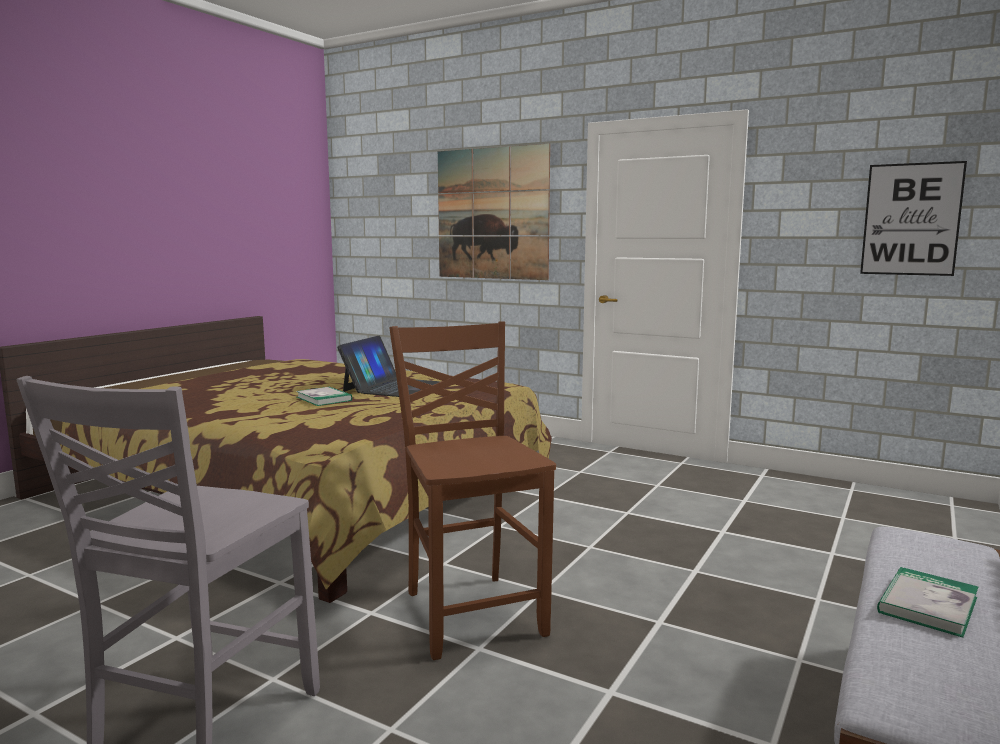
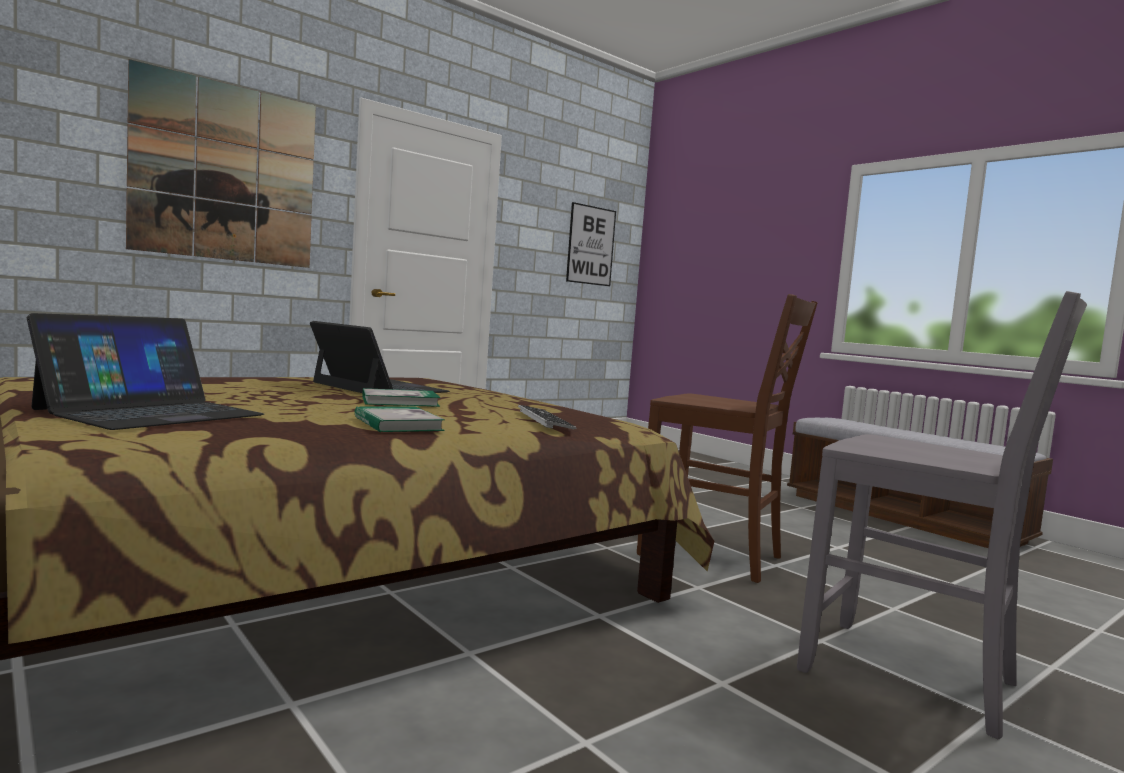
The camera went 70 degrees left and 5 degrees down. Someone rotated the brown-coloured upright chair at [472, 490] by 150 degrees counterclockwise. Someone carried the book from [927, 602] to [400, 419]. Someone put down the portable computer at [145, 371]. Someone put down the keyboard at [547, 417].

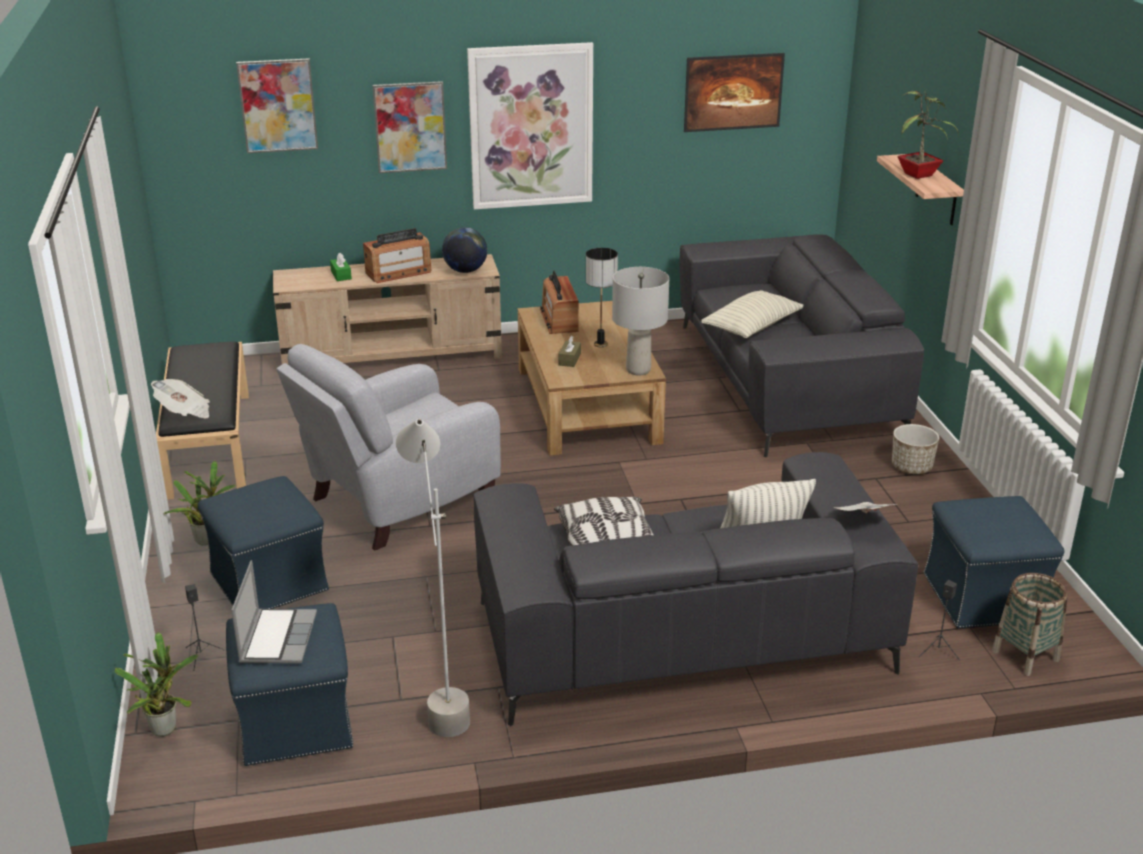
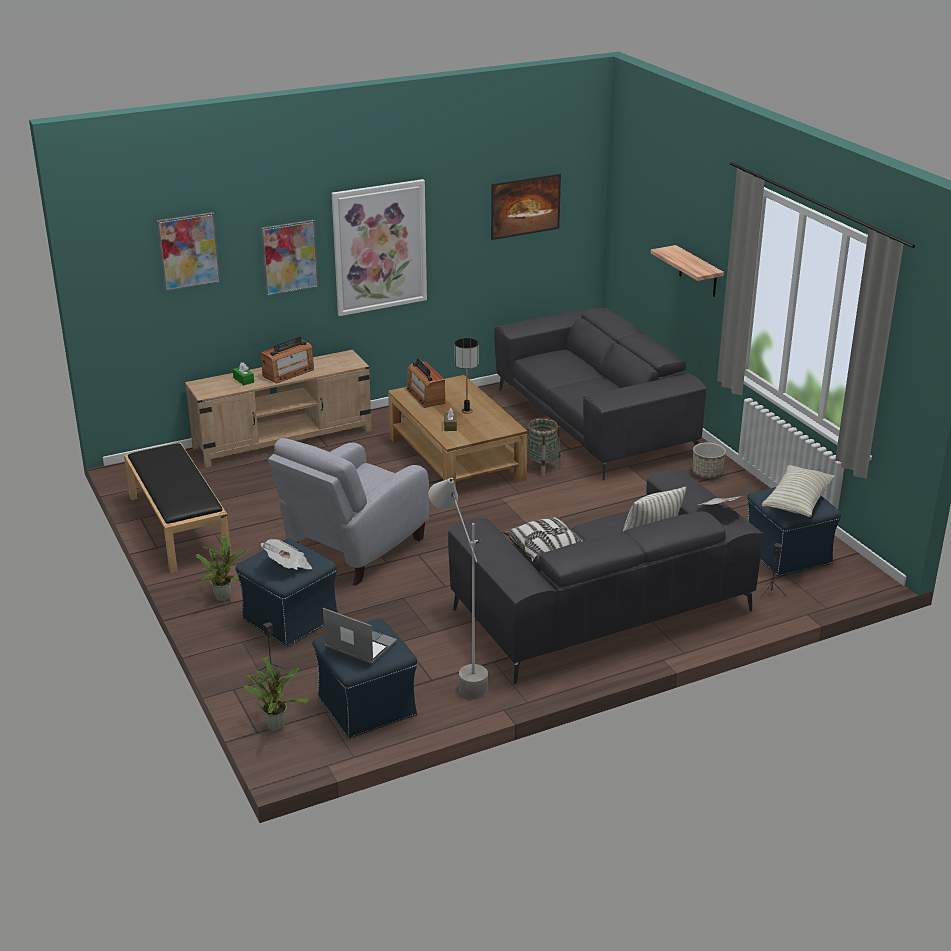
The camera went 15 degrees left and 0 degrees up. Someone carried the printed paper from [180, 398] to [286, 554]. Someone rotated the portable computer at [274, 611] by 45 degrees counterclockwise. Someone took away the world globe at [464, 250]. Someone took away the grey lamp for a table at [640, 321]. Someone carried the cushion from [752, 314] to [798, 491]. Someone took away the plant in a pot at [928, 134]. Someone carried the basket from [1030, 624] to [544, 447].

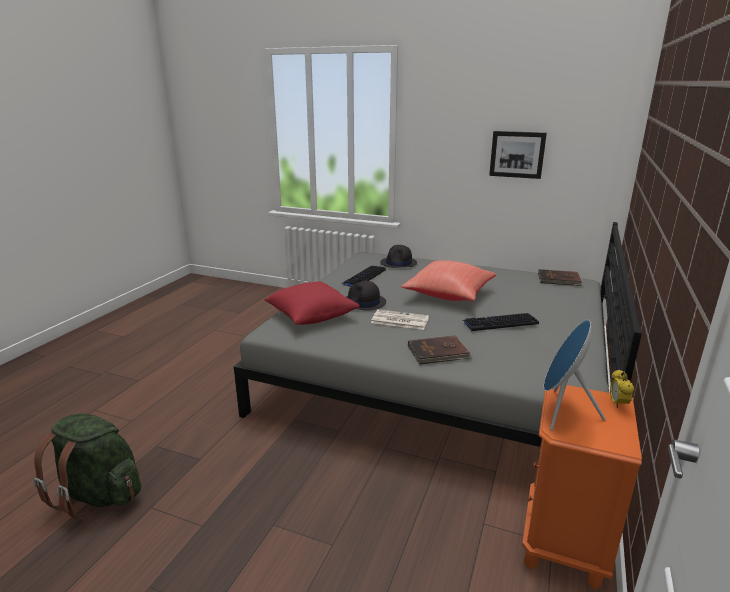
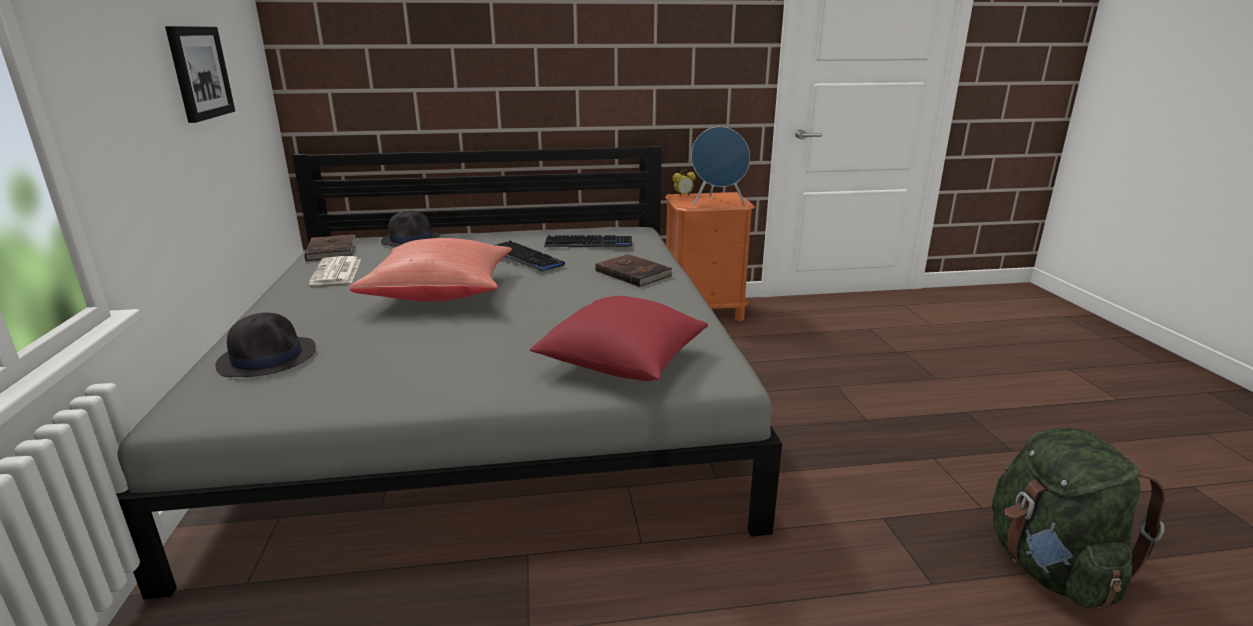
The camera went 120 degrees left and 0 degrees up. Someone carried the keyboard from [364, 276] to [588, 241]. Someone carried the black clothing hat from [366, 295] to [411, 228]. Someone carried the printed paper from [400, 319] to [335, 270].

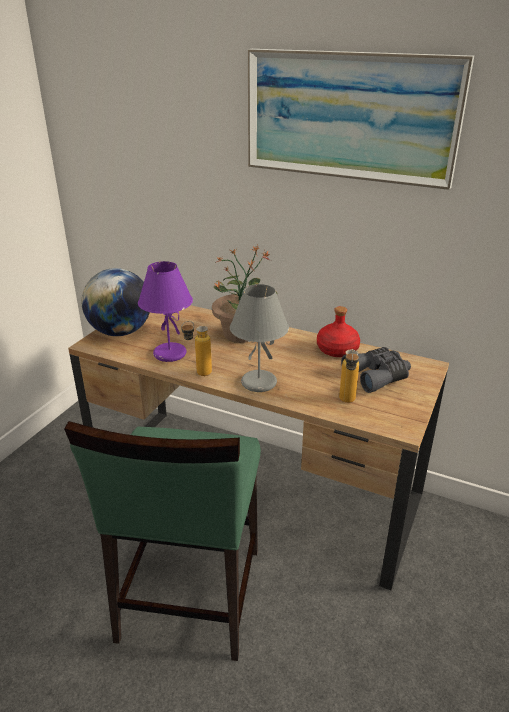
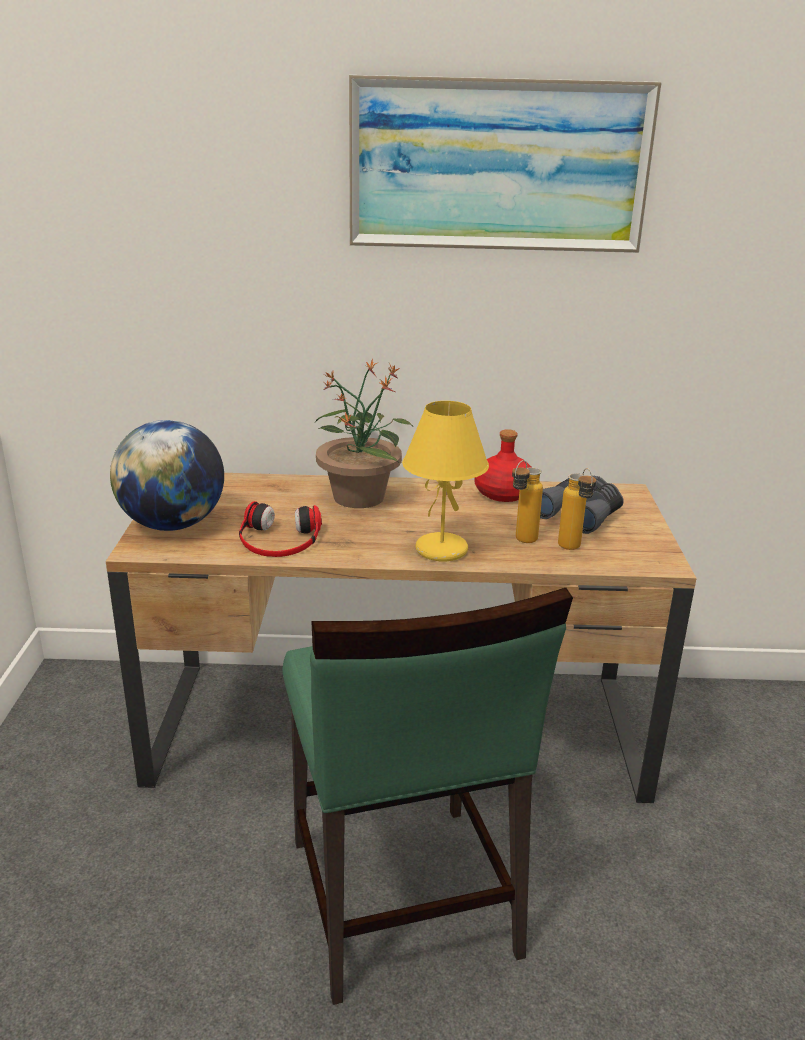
The camera went 25 degrees left and 5 degrees down. Someone swapped the purple-coloured lamp for a table at [165, 311] for the headset at [280, 529]. Someone carried the beverage bottle from [196, 348] to [527, 501]. Someone repainted the grey lamp for a table at [259, 338], which became the yellowish lamp for a table at [445, 481].

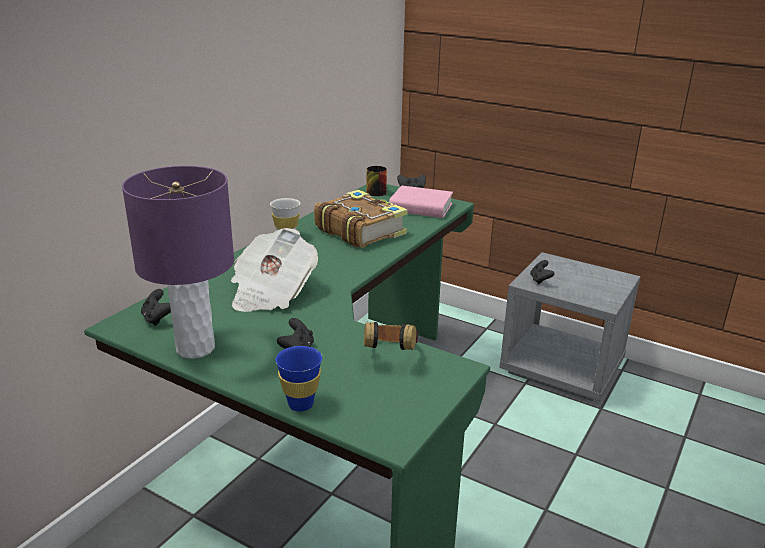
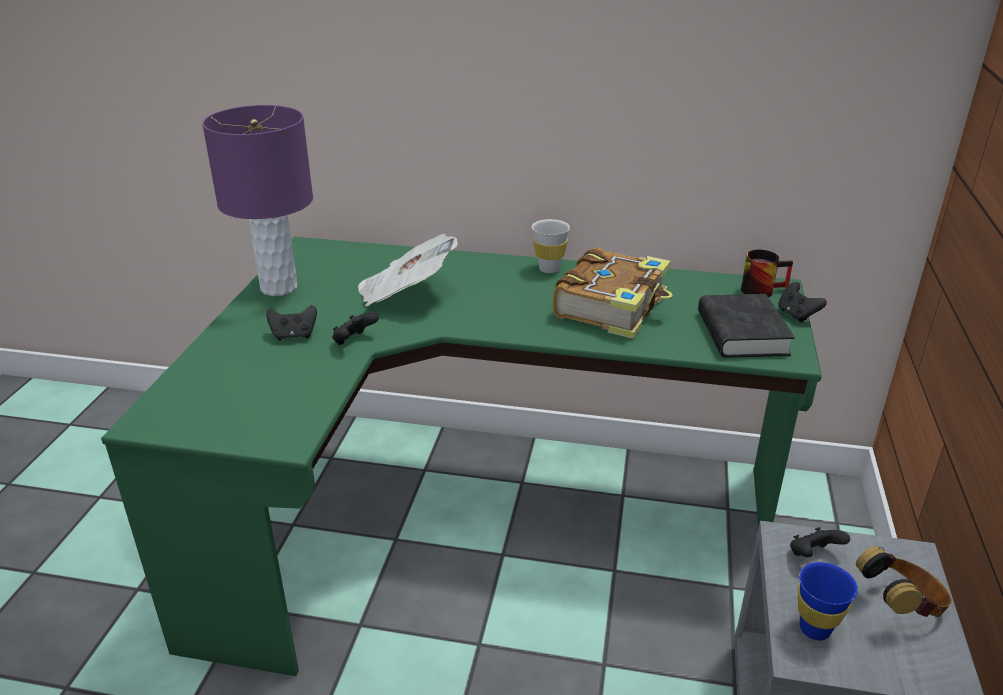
The camera went 70 degrees right and 5 degrees up. Someone carried the black joypad from [156, 307] to [355, 328]. Someone carried the blue small cup from [299, 379] to [828, 601]. Someone carried the headset from [391, 336] to [904, 581]. Someone repainted the pink-coloured book at [421, 202], which became the black book at [746, 326].

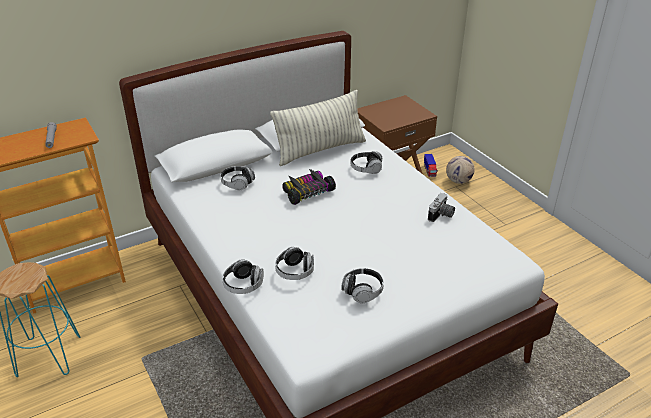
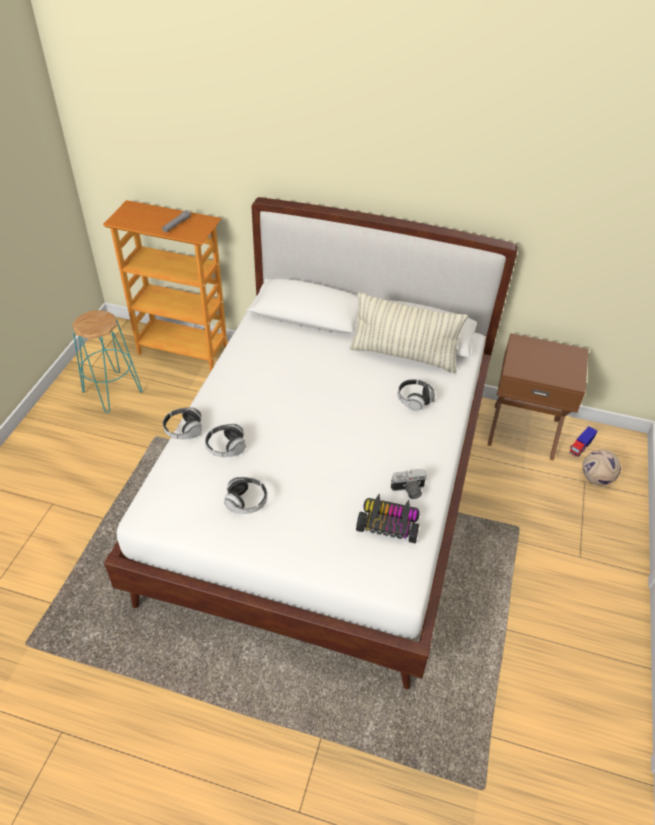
The camera went 45 degrees right and 10 degrees up. Someone took away the headset at [237, 178]. Someone carried the miniature car from [309, 187] to [388, 518].

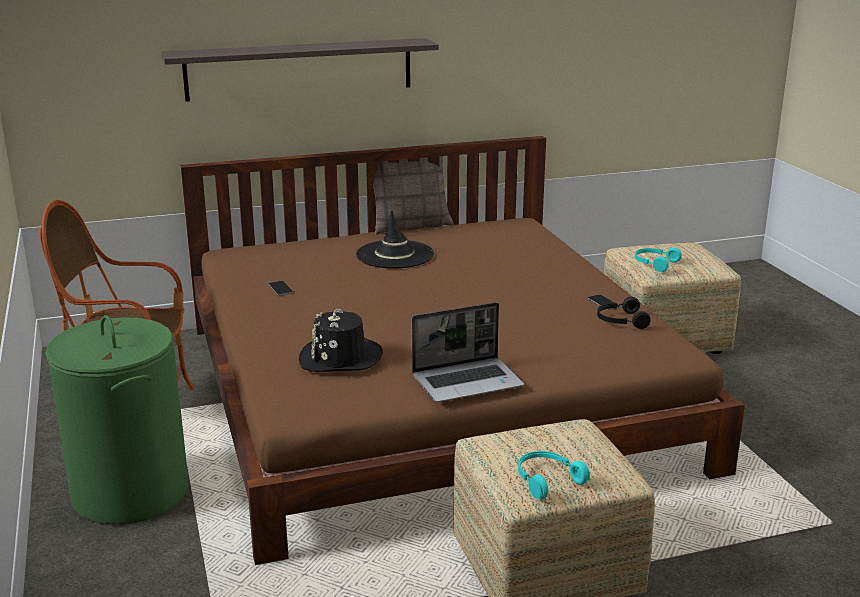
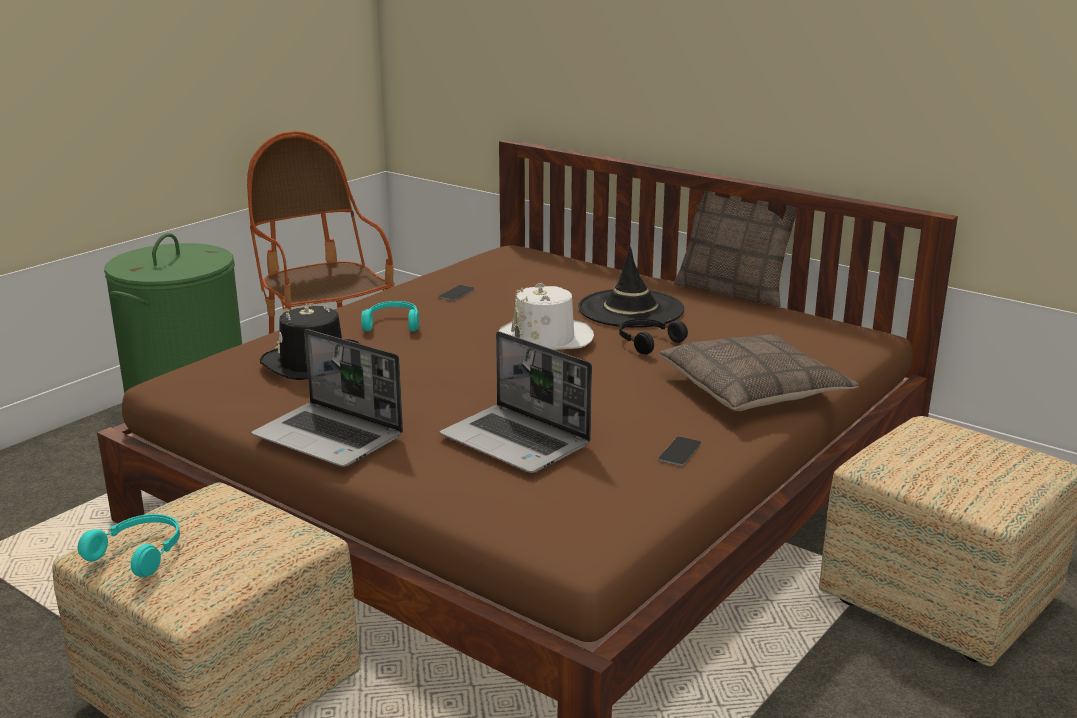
The camera went 55 degrees right and 0 degrees up. Someone took away the wall shelf at [300, 70]. Someone carried the black headset from [624, 313] to [653, 336]. Someone carried the turquoise headset from [658, 259] to [390, 316]. Someone put down the portable computer at [516, 402]. Someone put down the white clothing hat at [546, 316]. Someone put down the cushion at [759, 372].

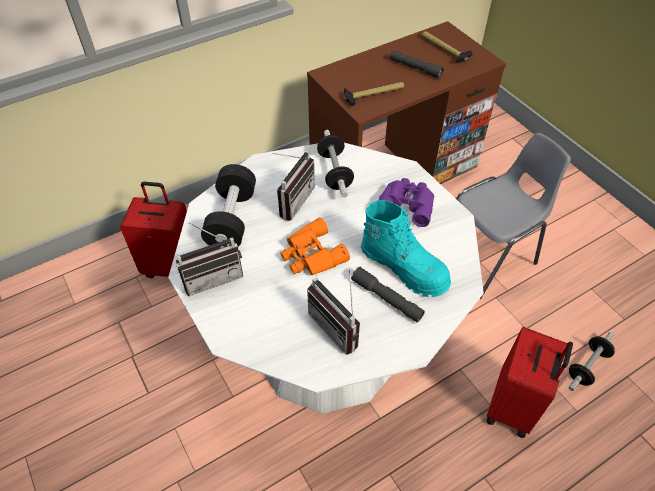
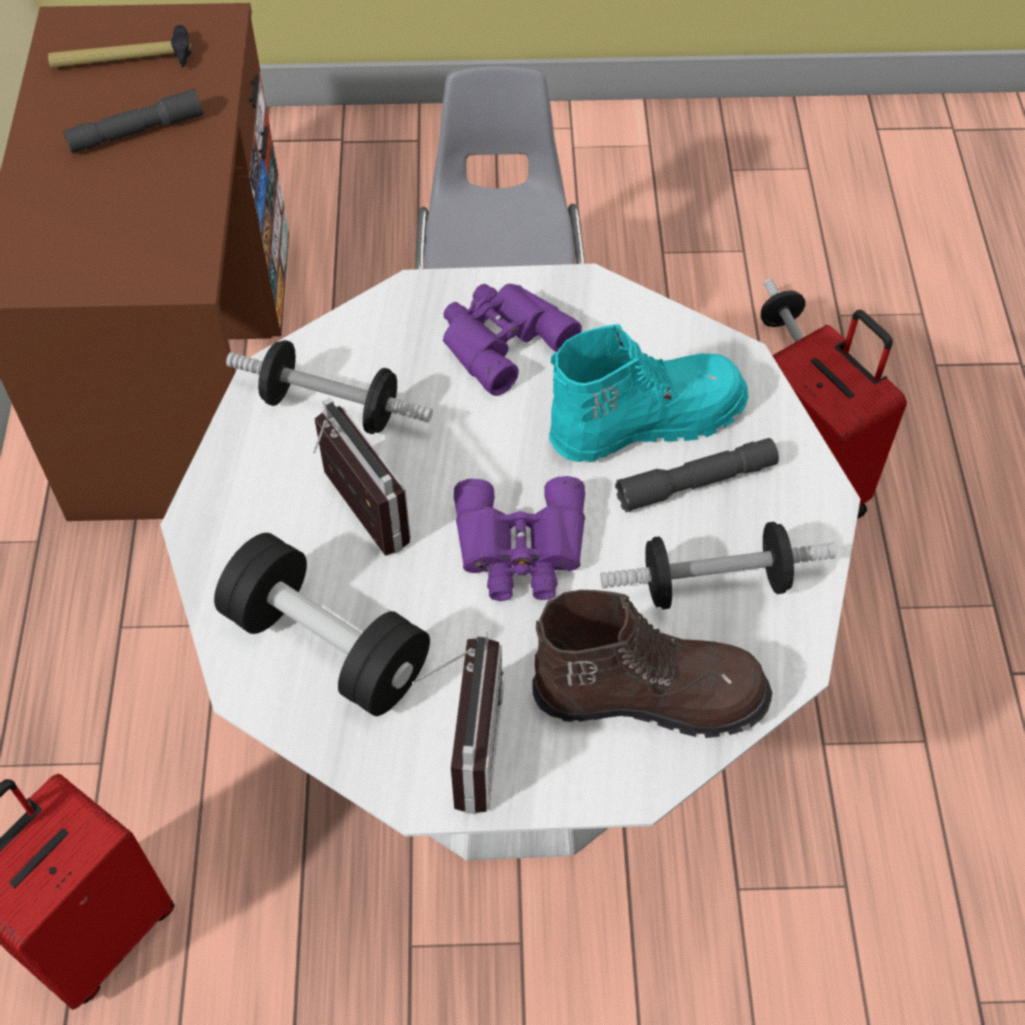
The camera went 60 degrees left and 5 degrees up. Someone repainted the orange pair of binoculars at [315, 246], which became the purple-coloured pair of binoculars at [519, 538]. Someone swapped the radio set at [333, 312] for the free weight at [718, 565]. Someone took away the tool hammer at [374, 94]. Someone put down the brown-coloured tall boot at [652, 664].

